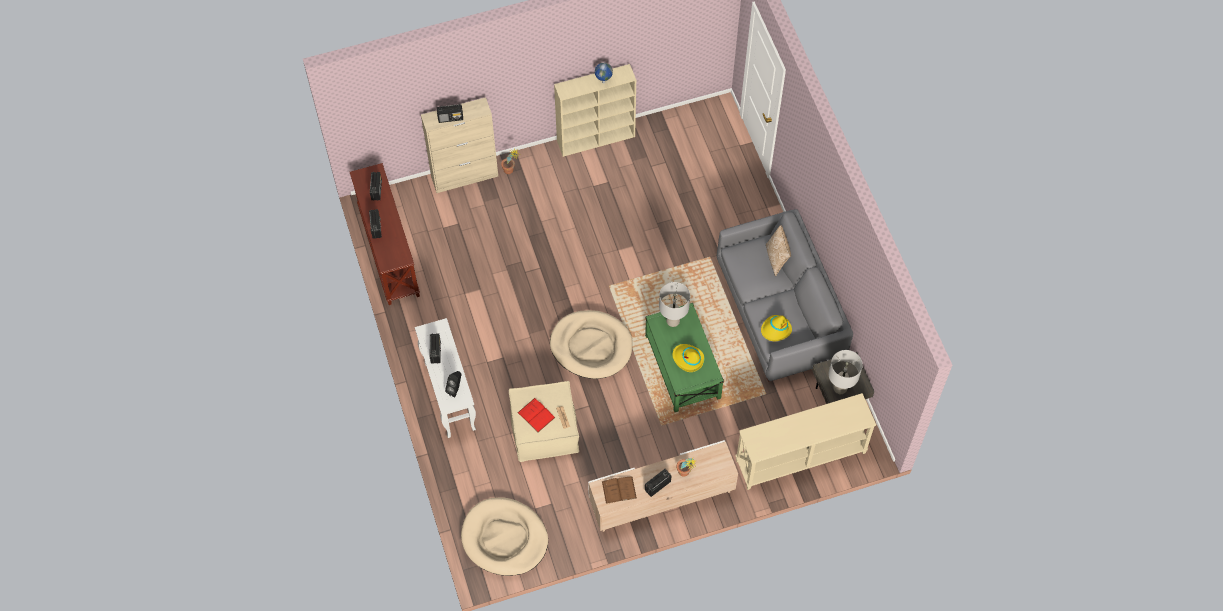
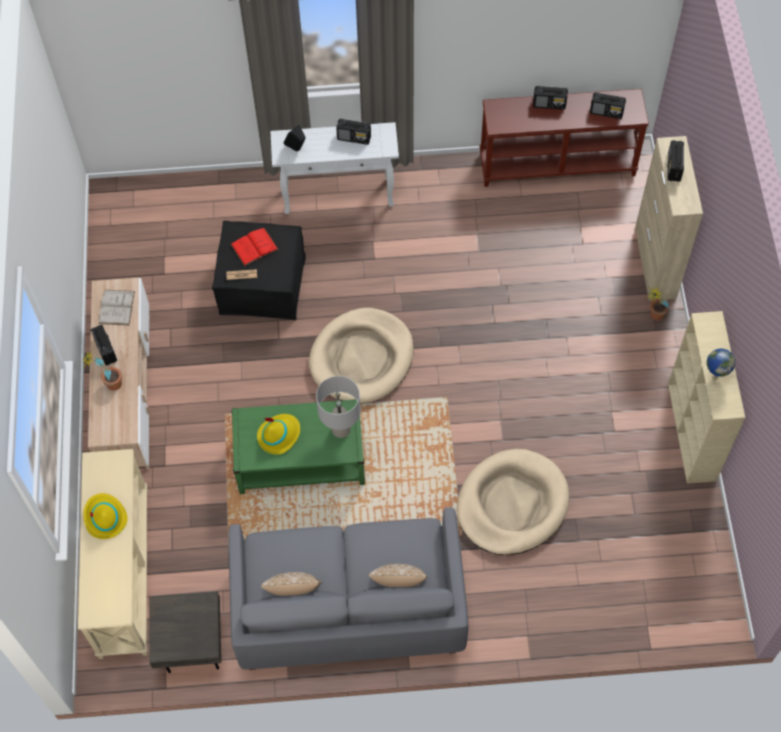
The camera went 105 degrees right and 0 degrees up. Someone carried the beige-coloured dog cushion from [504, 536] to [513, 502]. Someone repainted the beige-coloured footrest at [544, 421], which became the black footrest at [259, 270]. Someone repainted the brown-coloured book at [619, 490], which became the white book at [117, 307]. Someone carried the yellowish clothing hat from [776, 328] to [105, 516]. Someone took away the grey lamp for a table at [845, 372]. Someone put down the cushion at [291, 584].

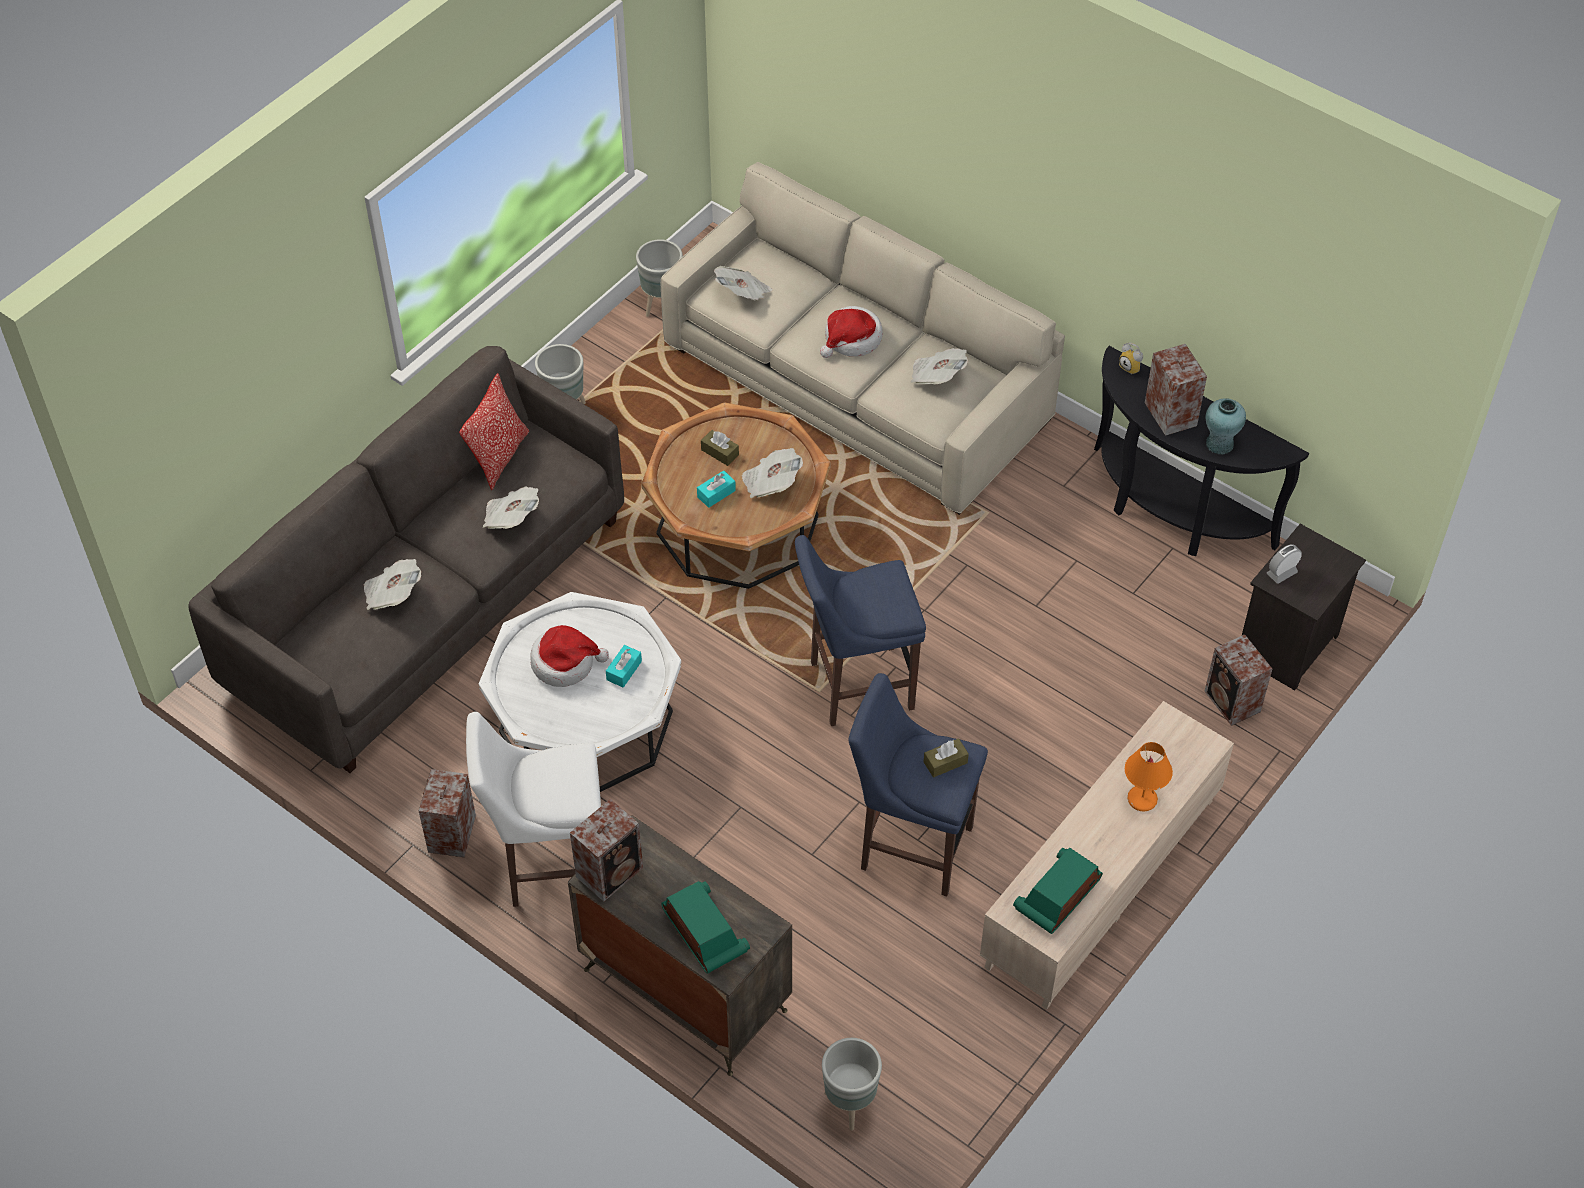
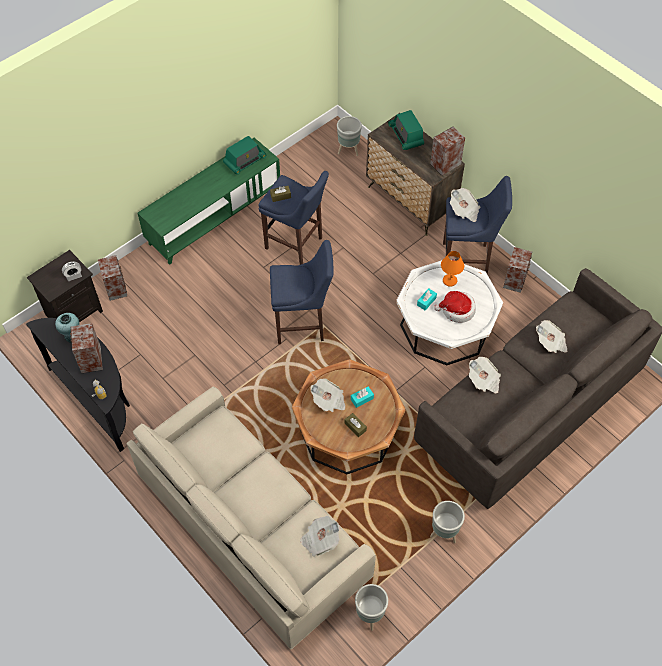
The camera went 170 degrees left and 5 degrees up. Someone took away the cushion at [494, 431]. Someone repainted the white stool seat at [533, 809], which became the blue stool seat at [477, 225]. Someone took away the clothing hat at [851, 332]. Someone carried the printed paper from [939, 366] to [465, 205]. Someone repainted the beige-coloured tv stand at [1107, 855], which became the green-coloured tv stand at [209, 201]. Someone carried the orange lamp for a table from [1149, 776] to [452, 269].

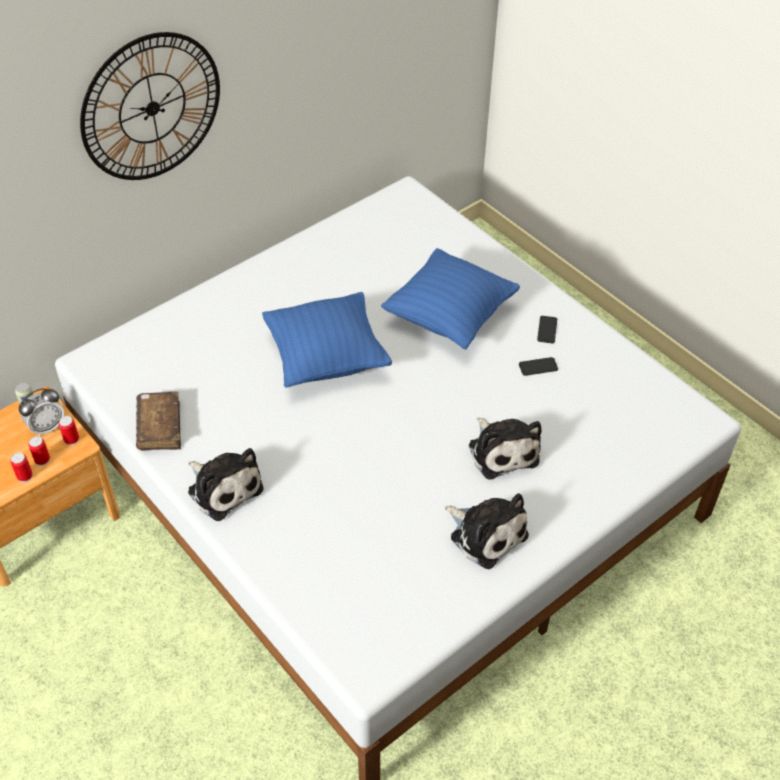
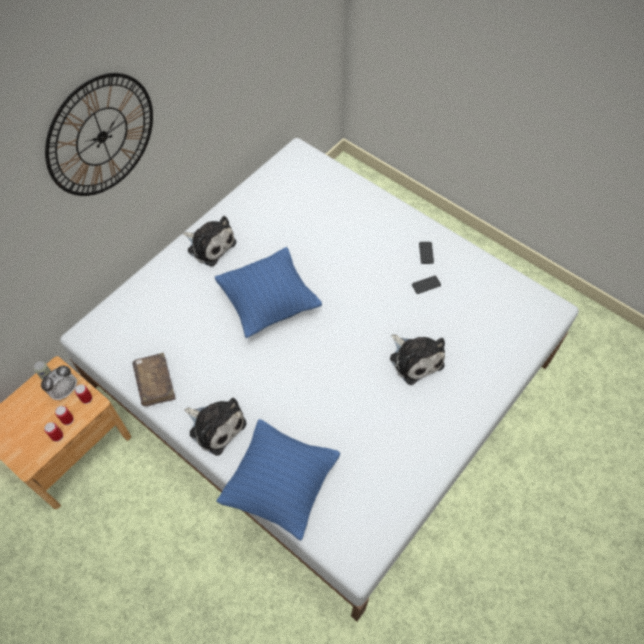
The camera went 10 degrees left and 10 degrees up. Someone carried the blue cushion from [450, 298] to [278, 479]. Someone carried the cuddly toy from [487, 531] to [209, 241].

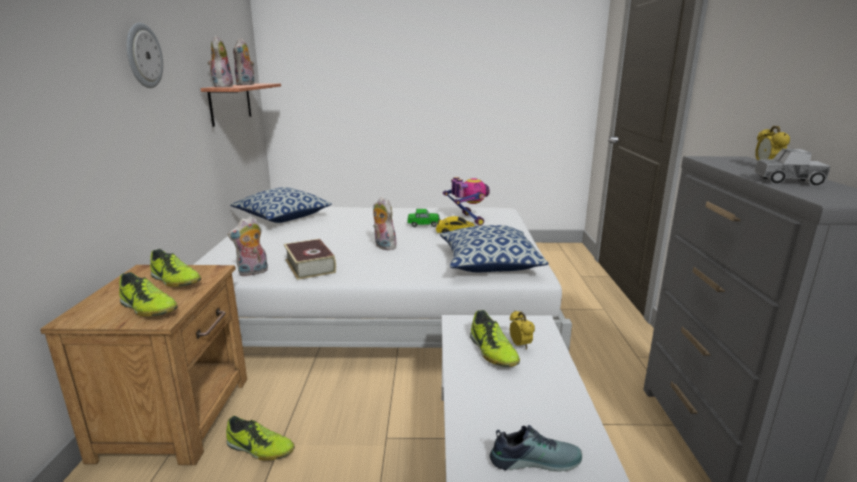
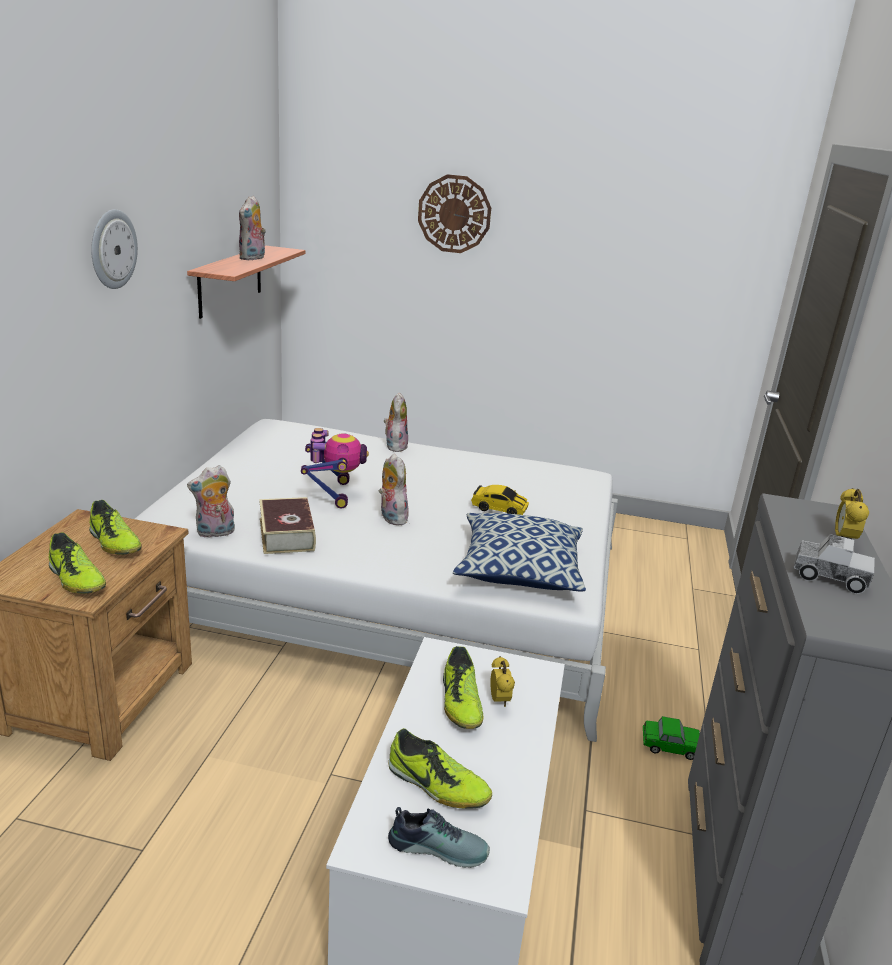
The camera went 10 degrees right and 5 degrees up. Someone carried the cuddly toy from [221, 61] to [396, 422]. Someone carried the shoe from [260, 438] to [440, 768]. Someone took away the cushion at [281, 205]. Someone carried the miniature car from [423, 218] to [671, 738]. Someone carried the model robot from [466, 201] to [335, 468]. Someone put up the clock on the wall at [454, 213].

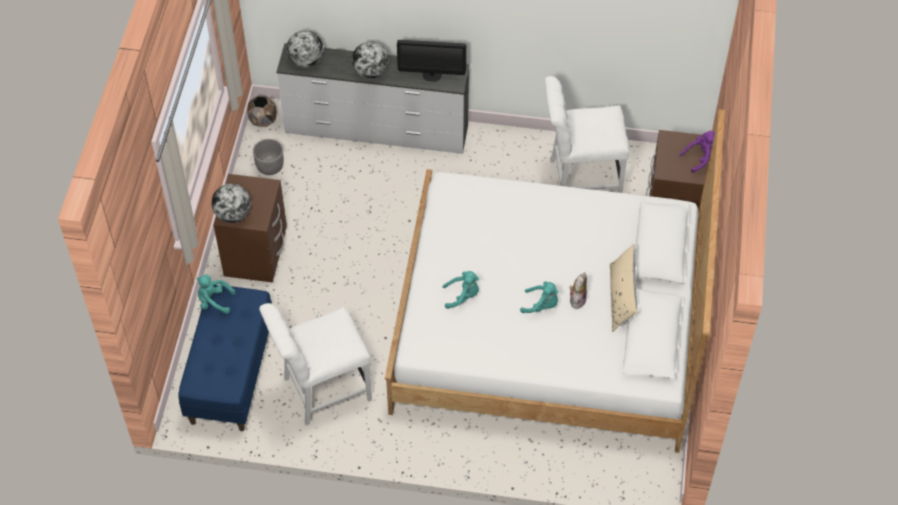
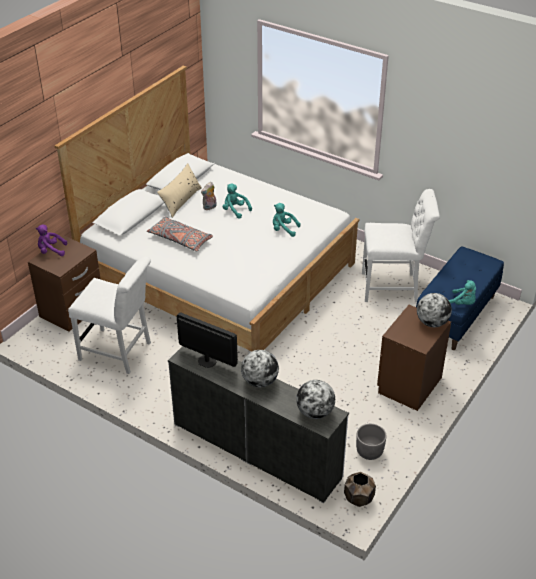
The camera went 155 degrees left and 15 degrees down. Someone put down the grey cushion at [180, 234].

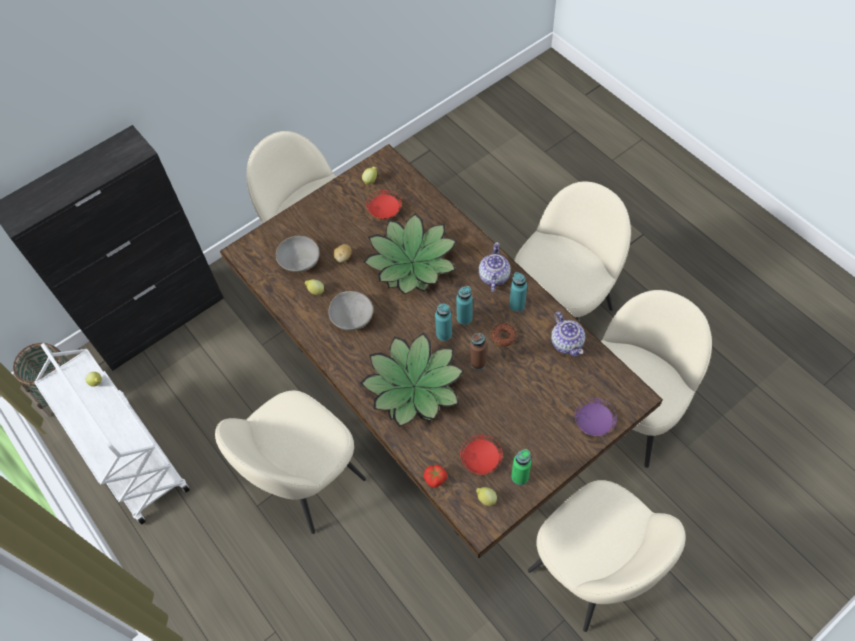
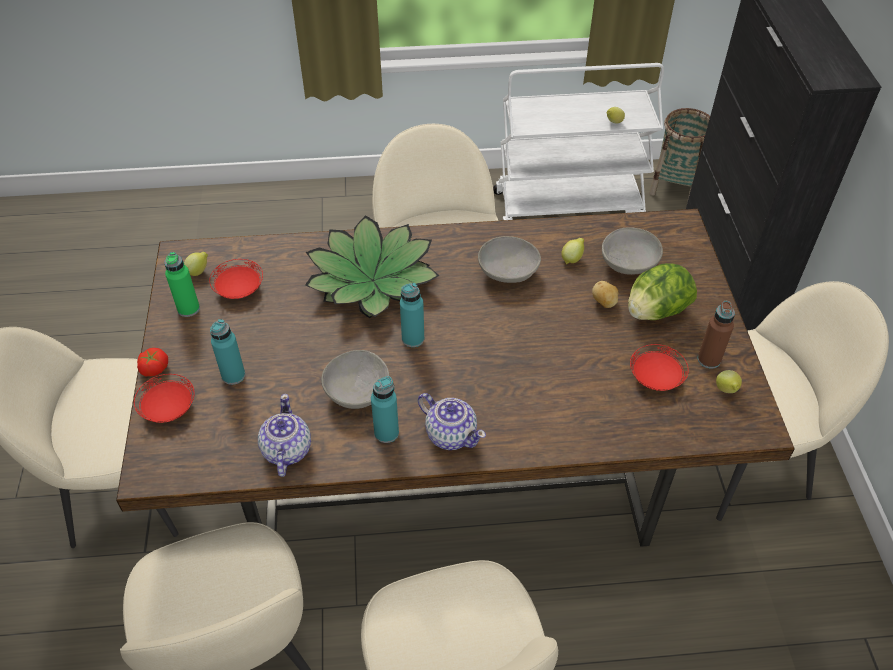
The camera went 120 degrees right and 10 degrees down. Someone took away the plant in a pot at [410, 254]. Someone carried the fresh tomato from [435, 476] to [152, 362]. Someone carried the turquoise beverage bottle from [464, 305] to [227, 352]. Someone carried the brown-coloured beverage bottle from [478, 351] to [716, 334]. Someone swapped the ring doughnut at [504, 335] for the grey deep dish at [355, 379]. Someone rotated the tea pot at [568, 334] by 75 degrees clockwise. Someone repainted the purple-coloured plate at [596, 417], which became the red plate at [164, 398]. Someone put down the head of lettuce at [662, 291].

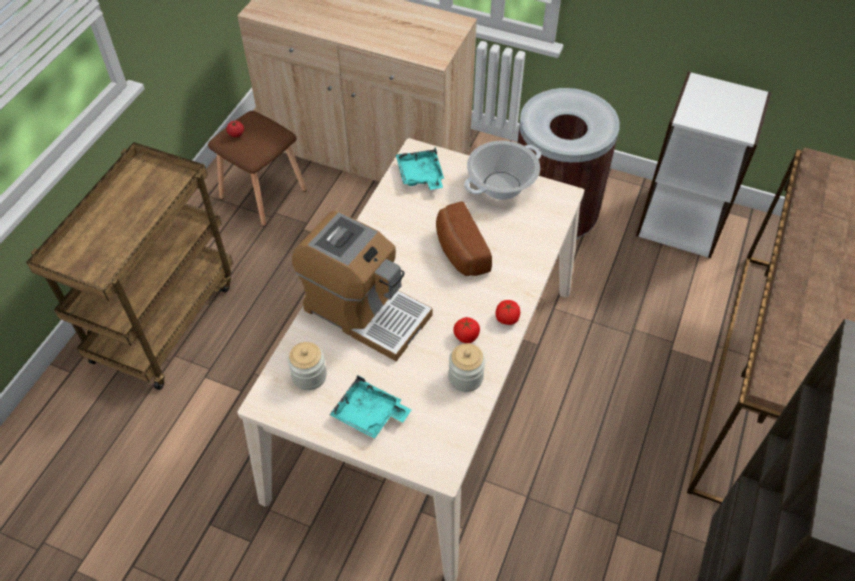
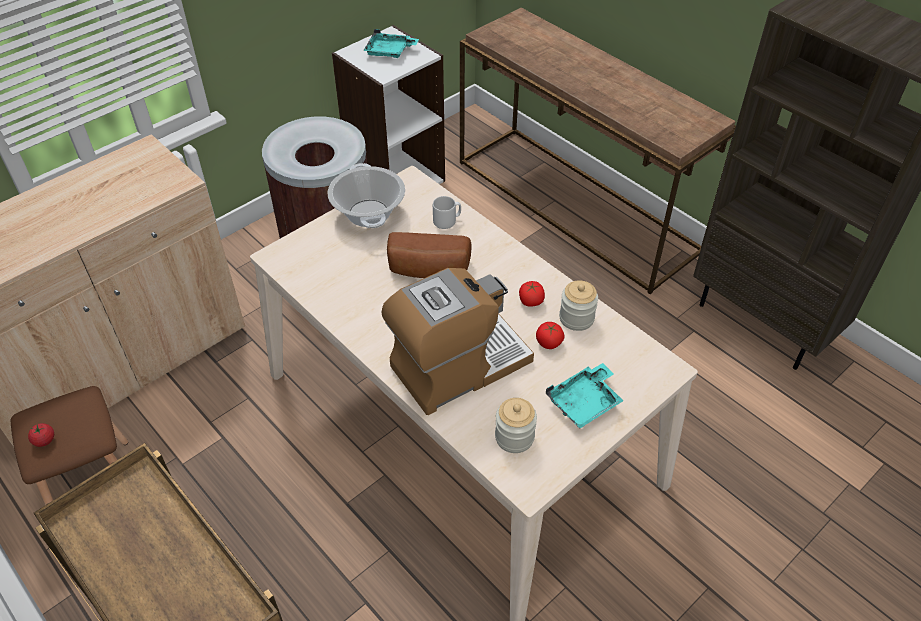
The camera went 65 degrees left and 5 degrees down. Someone carried the turquoise serving tray from [420, 168] to [391, 43]. Someone carried the fresh tomato from [508, 312] to [550, 335]. Someone put down the grey coffee mug at [447, 212].

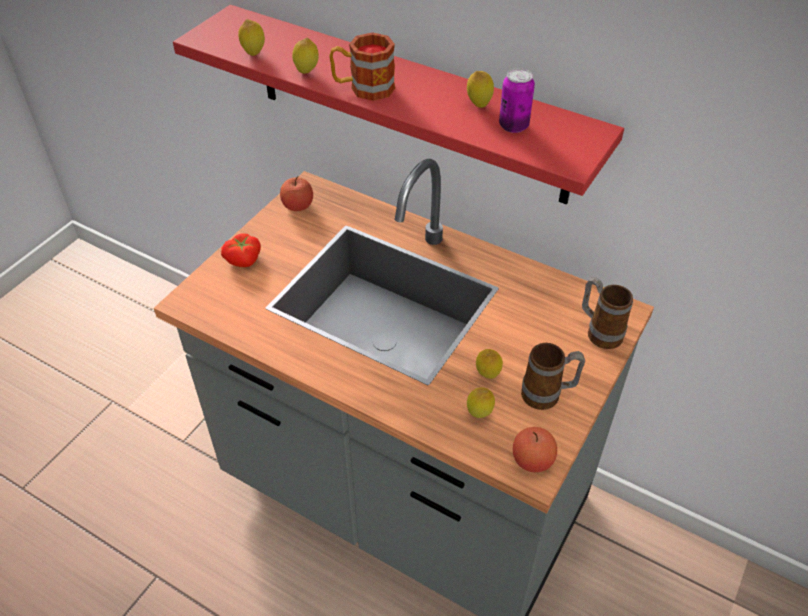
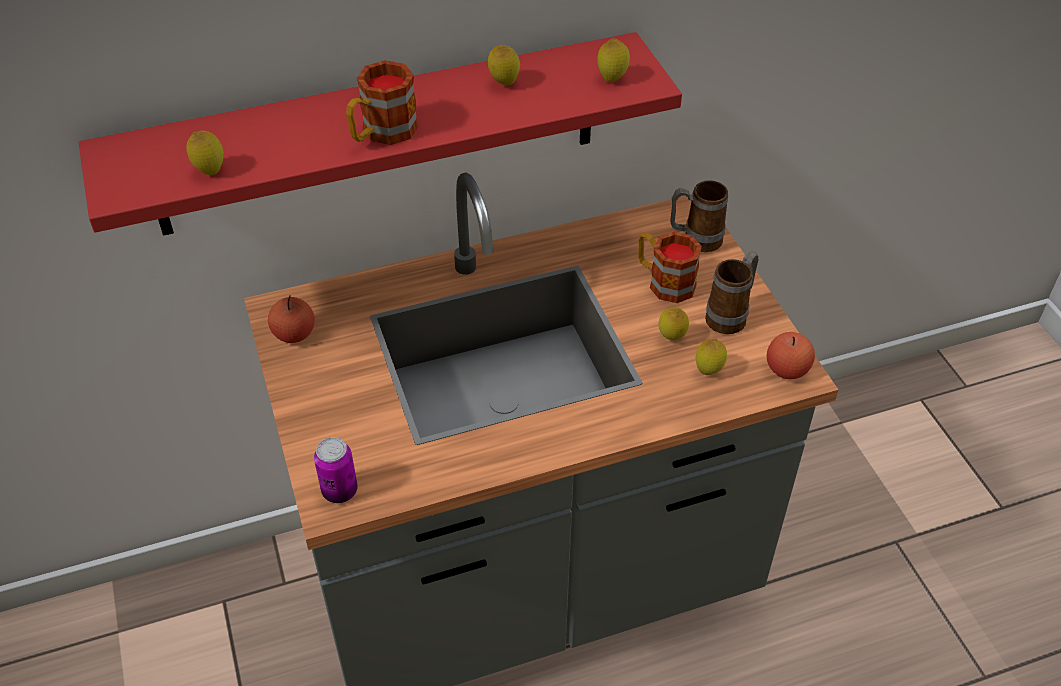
The camera went 50 degrees left and 0 degrees up. Someone took away the fresh tomato at [241, 250]. Someone carried the citrus fruit from [305, 56] to [613, 60]. Someone carried the can from [517, 100] to [336, 470]. Someone put down the coffee mug at [670, 267].

